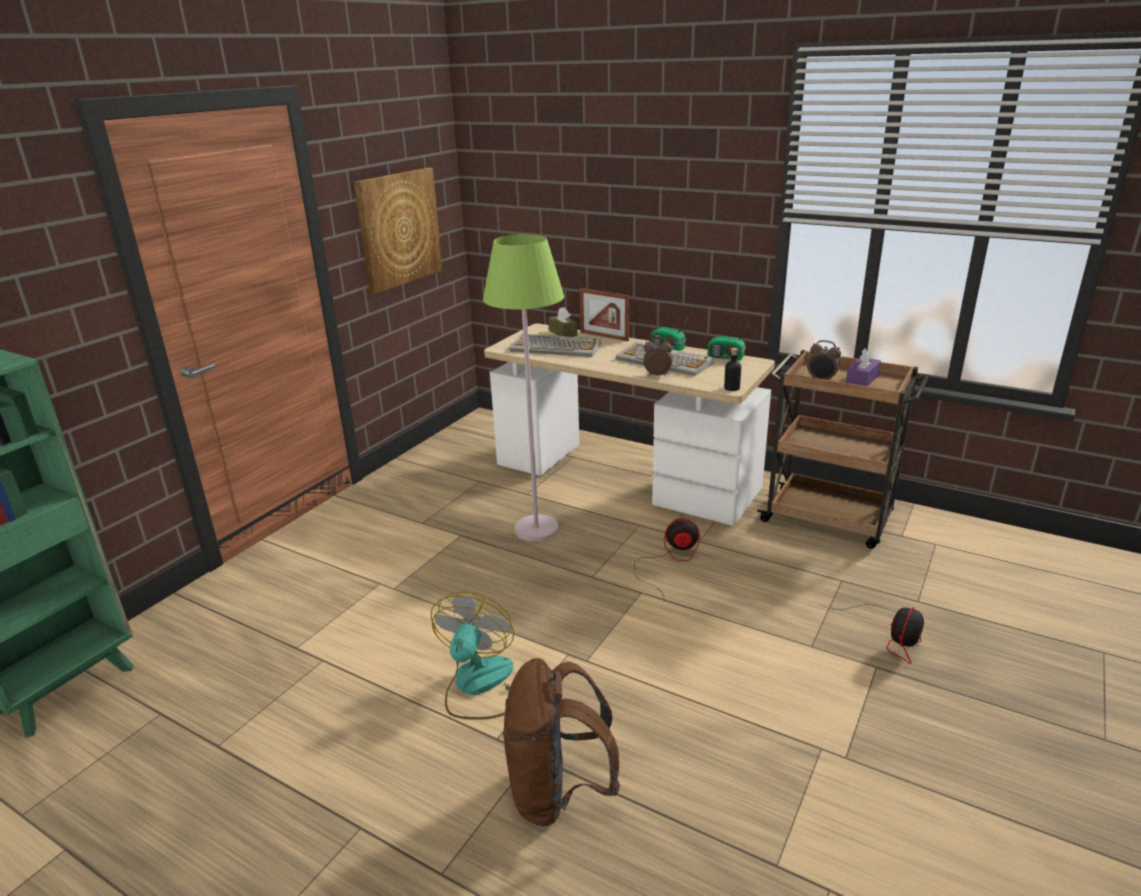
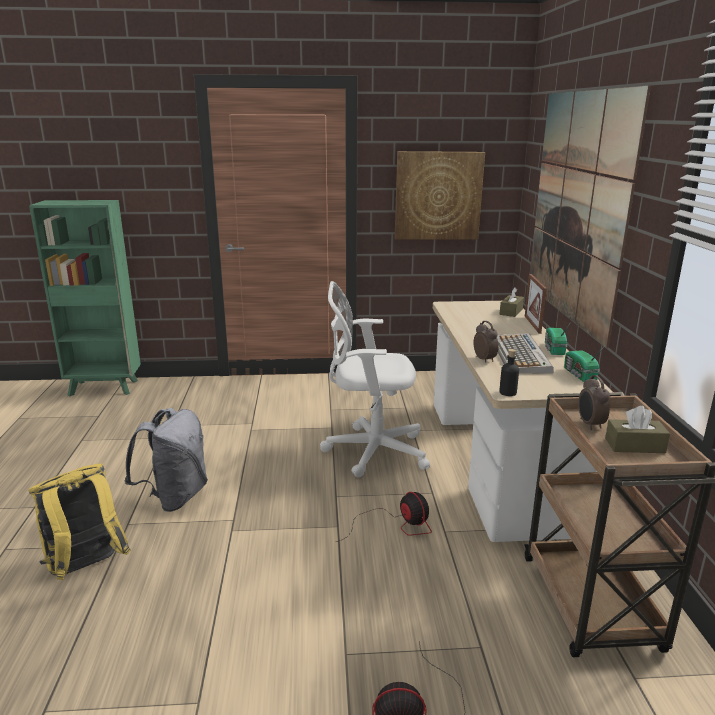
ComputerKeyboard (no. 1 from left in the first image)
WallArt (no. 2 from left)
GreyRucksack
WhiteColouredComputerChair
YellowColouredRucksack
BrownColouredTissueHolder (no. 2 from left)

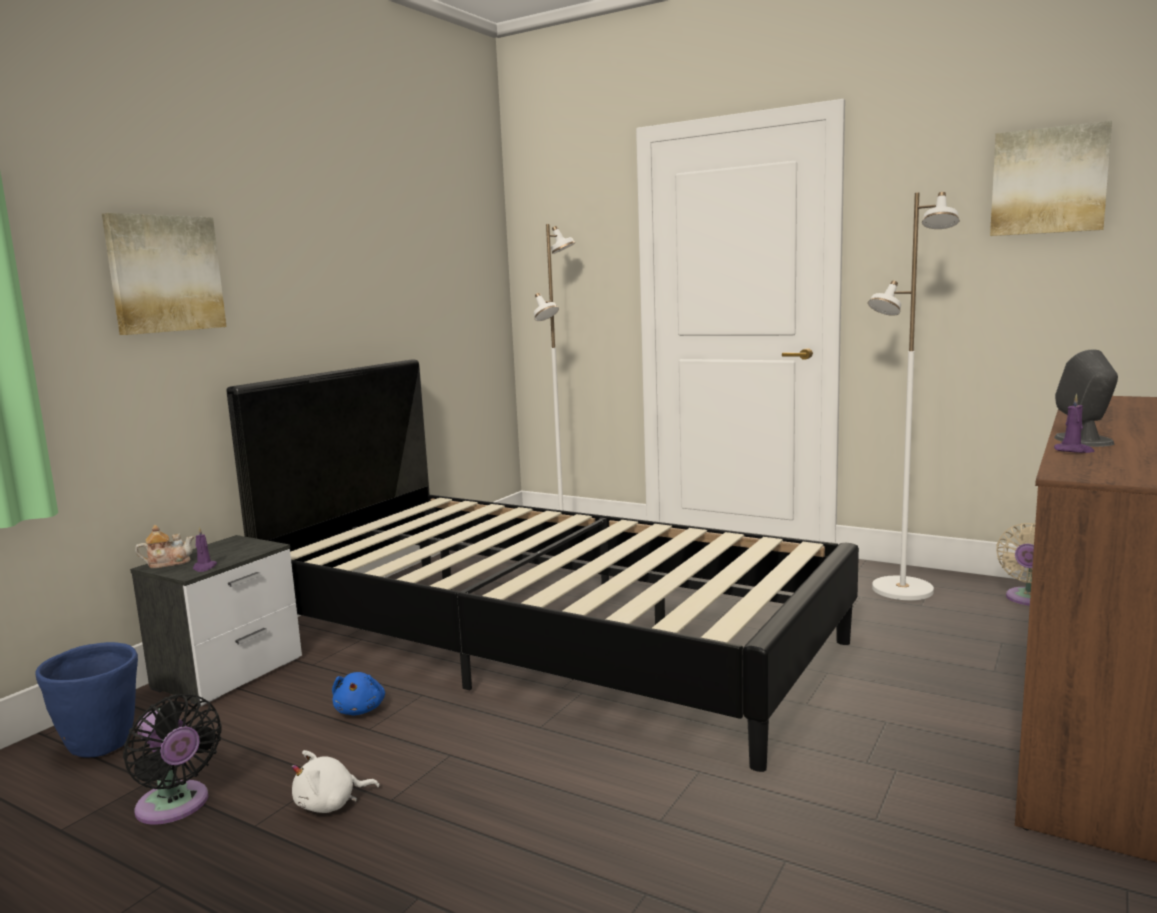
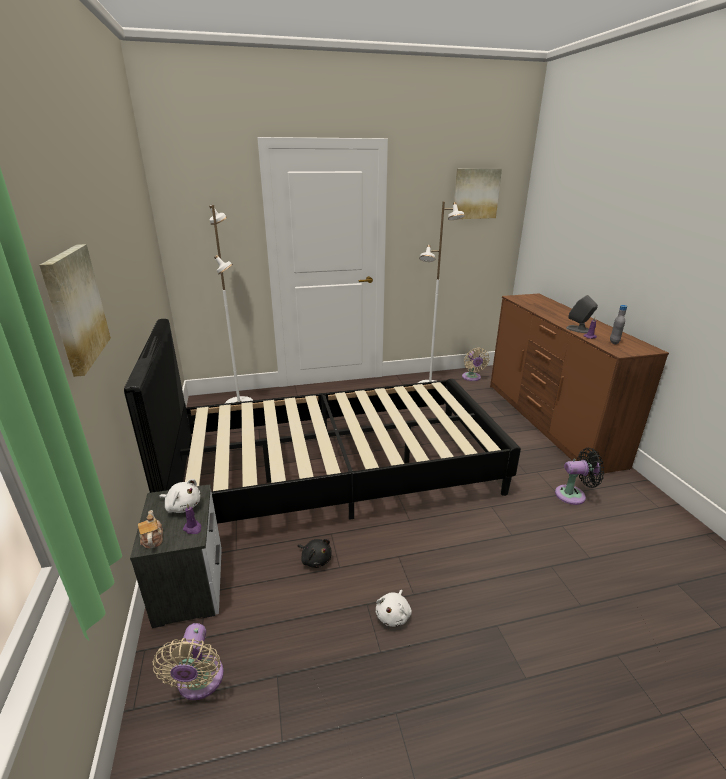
WhiteColouredPlushToy (no. 1 from left)
GreyBottle
BlackCoolingFan
BeigeCoolingFan (no. 1 from left)
BlackPlushToy
TeaPot

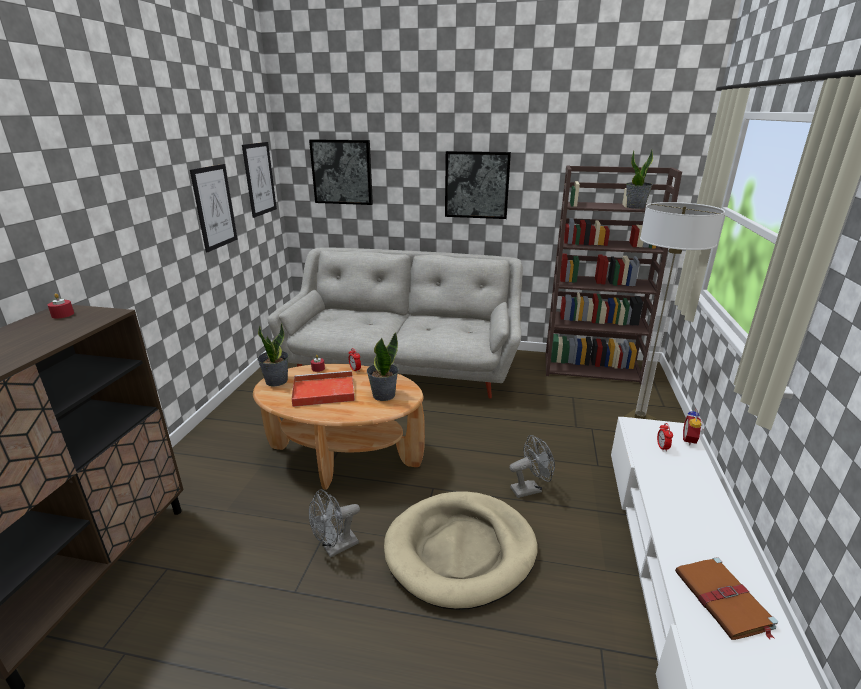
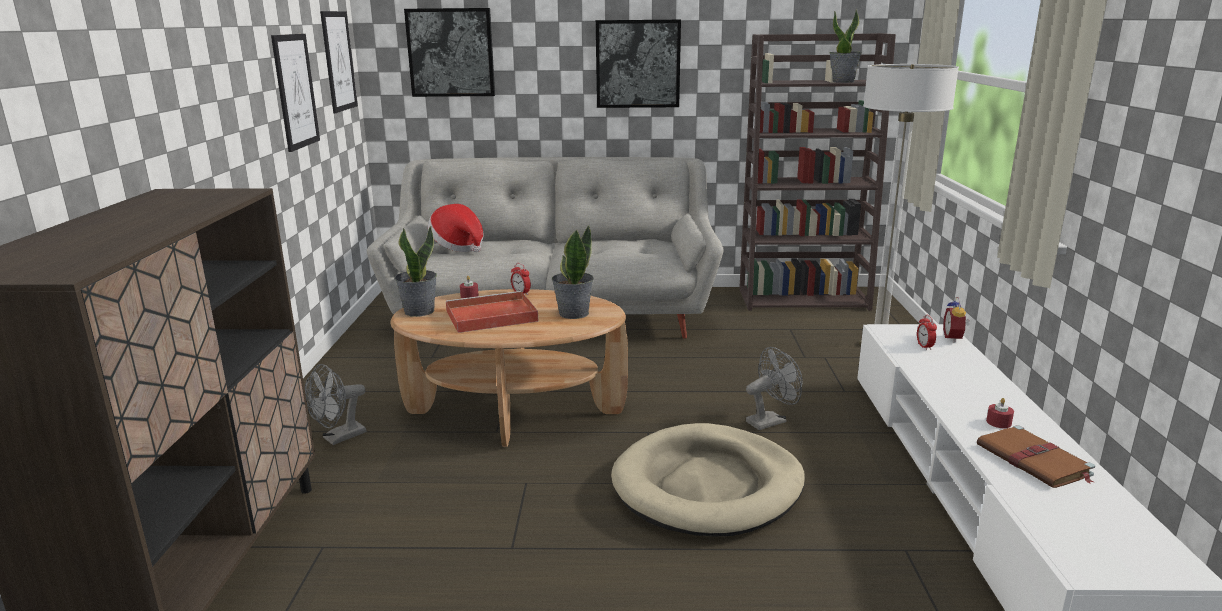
Hat
ReddishWaxCandle (no. 2 from left)
GreyCoolingFan (no. 1 from left)

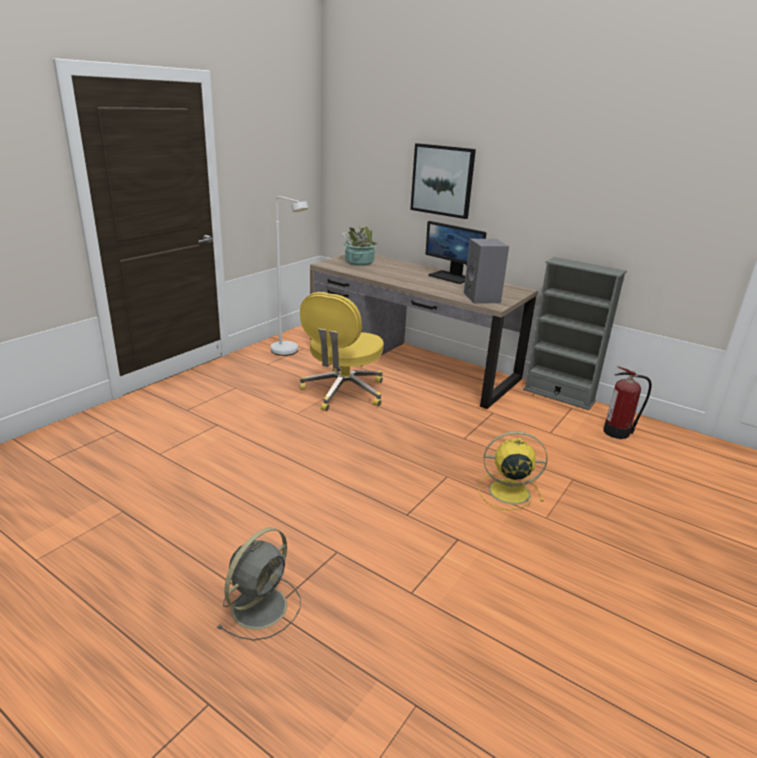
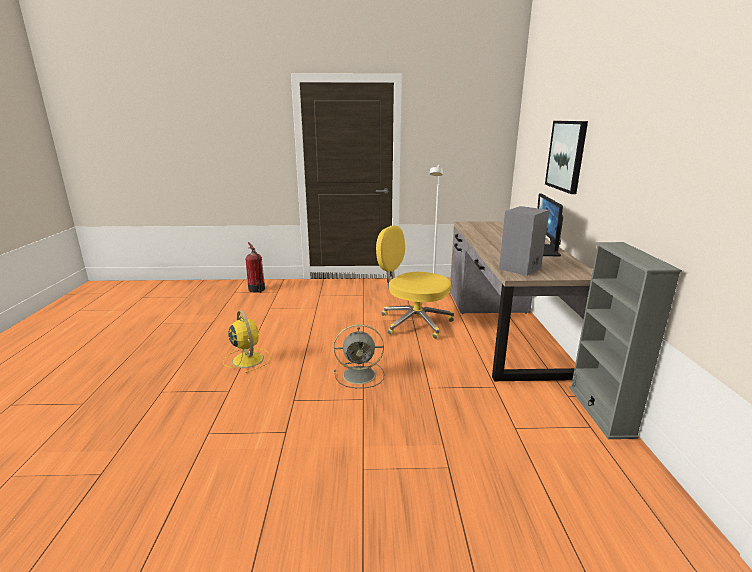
PottedPlant
GreyCoolingFan
YellowColouredCoolingFan
FireFightingCylinder
YellowColouredComputerChair

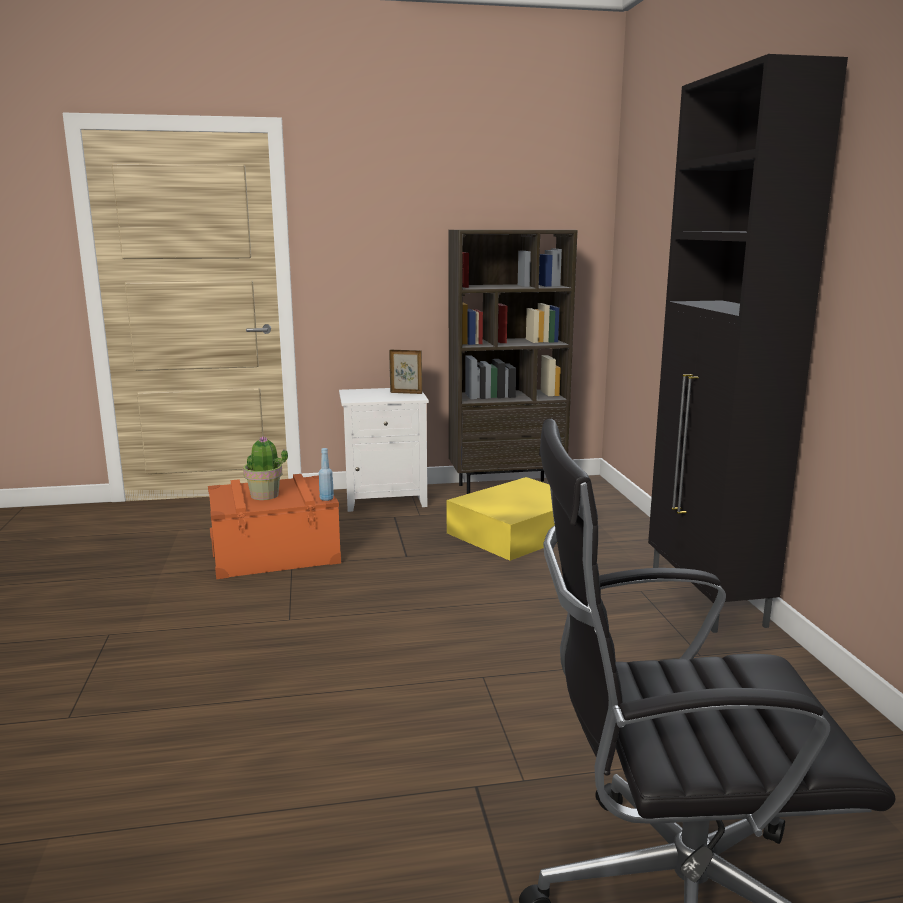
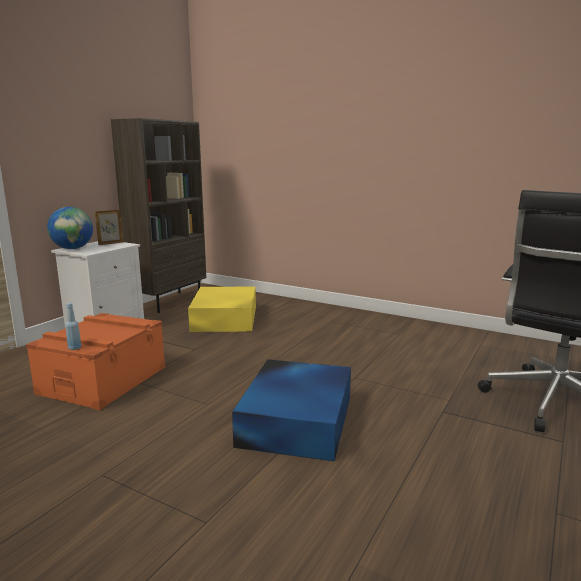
PottedPlant
BlackCabinet
Globe
BlueStorageBin
BlueBottle

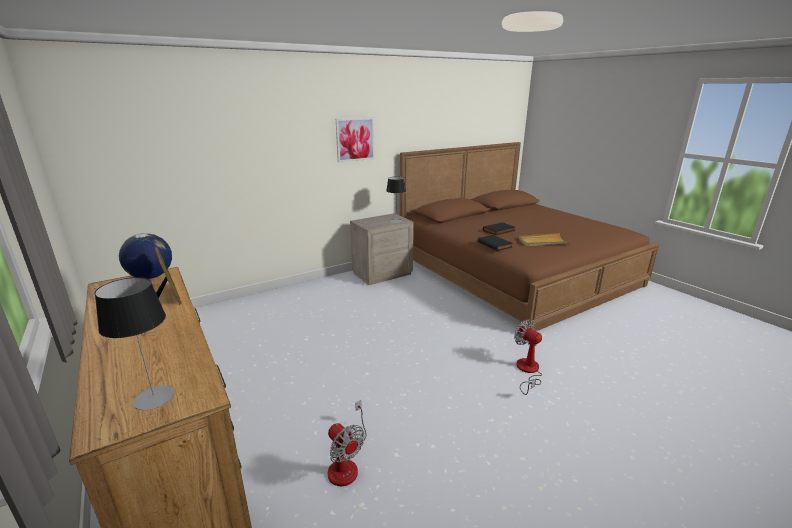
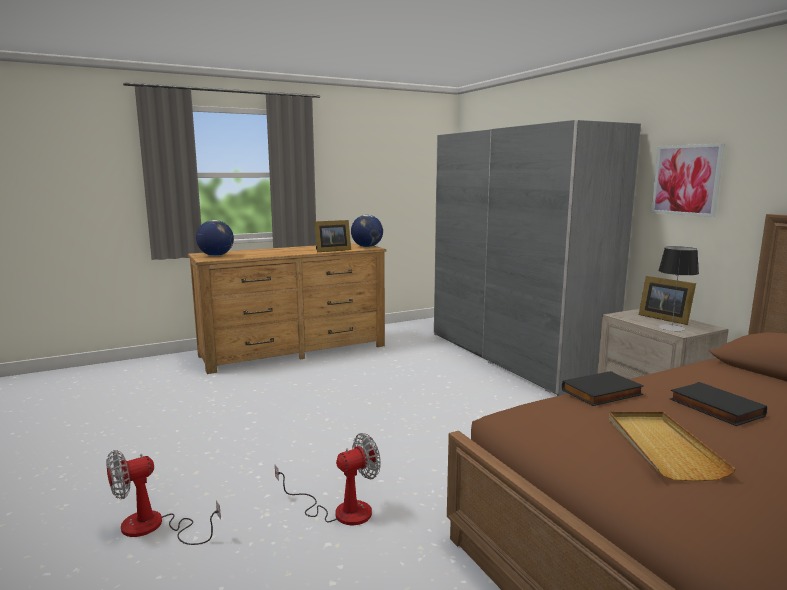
GreyArmoire
PictureFrame (no. 2 from left)
CoolingFan (no. 1 from left)
Globe (no. 1 from left)

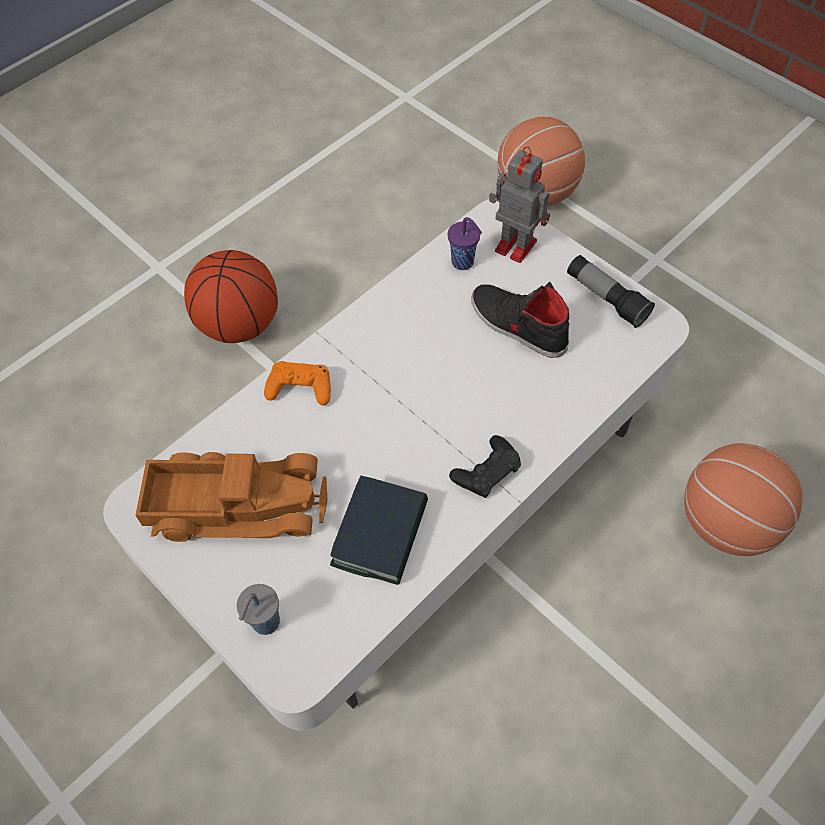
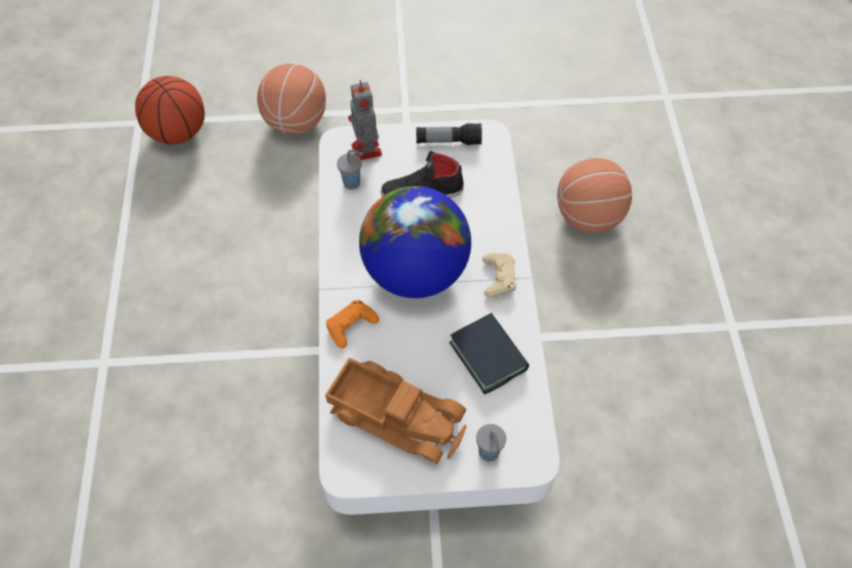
Globe
Basketball (no. 1 from left)
GreyCup (no. 1 from left)
BeigeGamepad
ToyLorry
RobotFigure

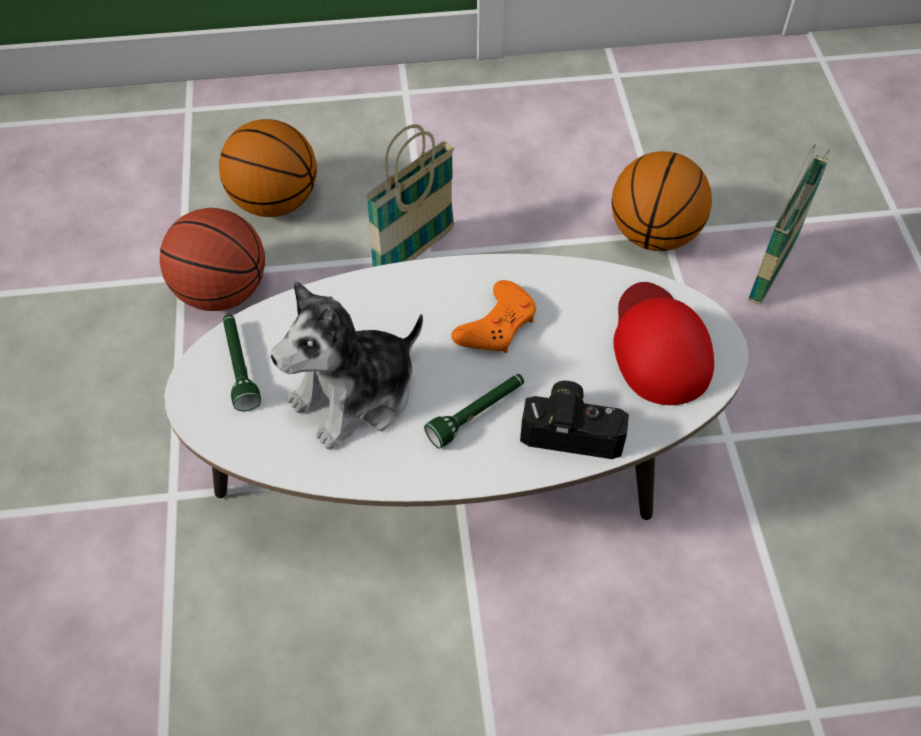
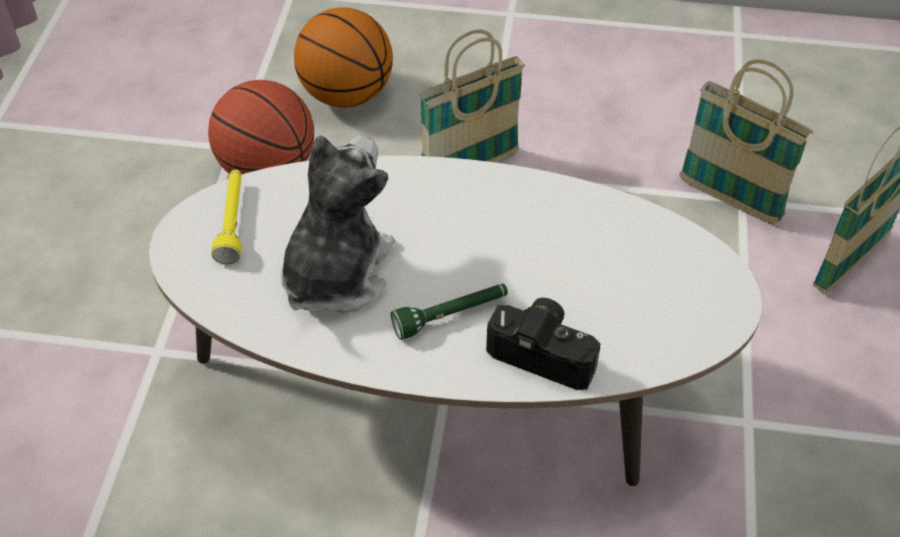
OrangeColouredGamepad
ReddishPeakedCap
HouseholdBasket (no. 2 from left)
YellowColouredFlashlight
PlushToy

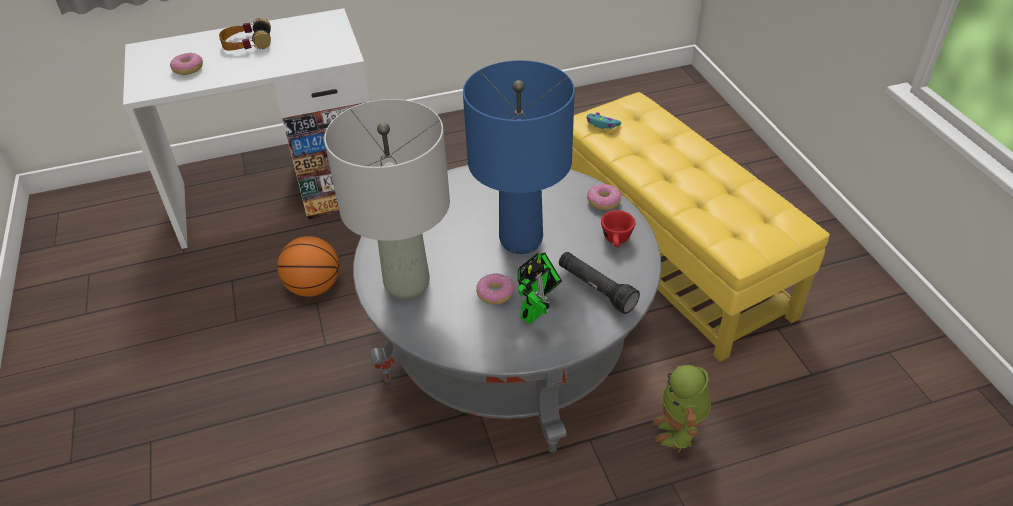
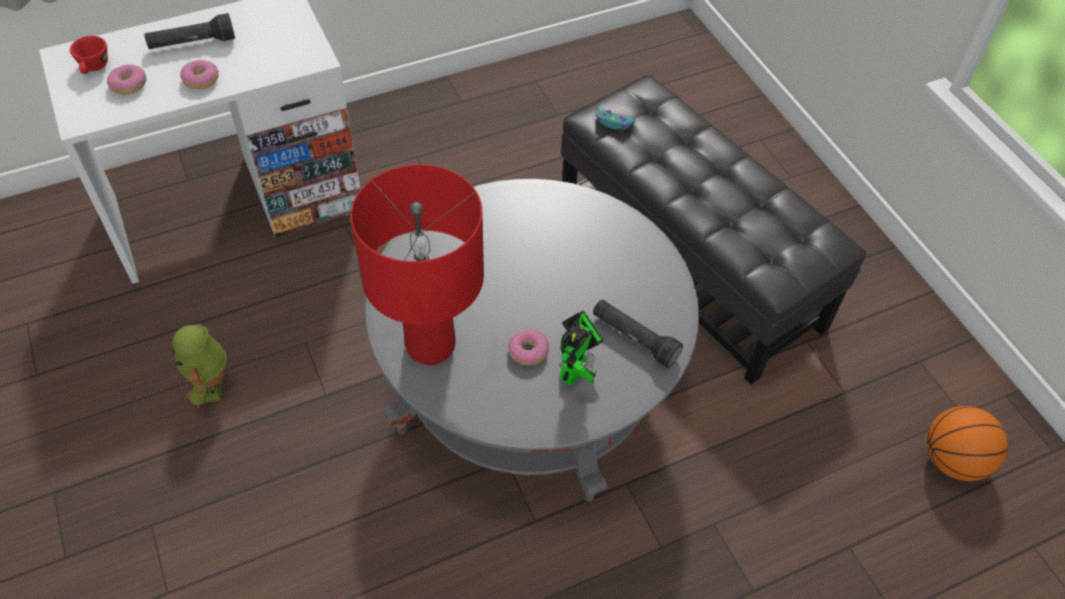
BlueLampForATable
Basketball
Donut (no. 2 from left)
ReddishCup
RobotFigure (no. 1 from left)
BlackFlashlight (no. 1 from left)
ReddishLampForATable
BlackOttoman

